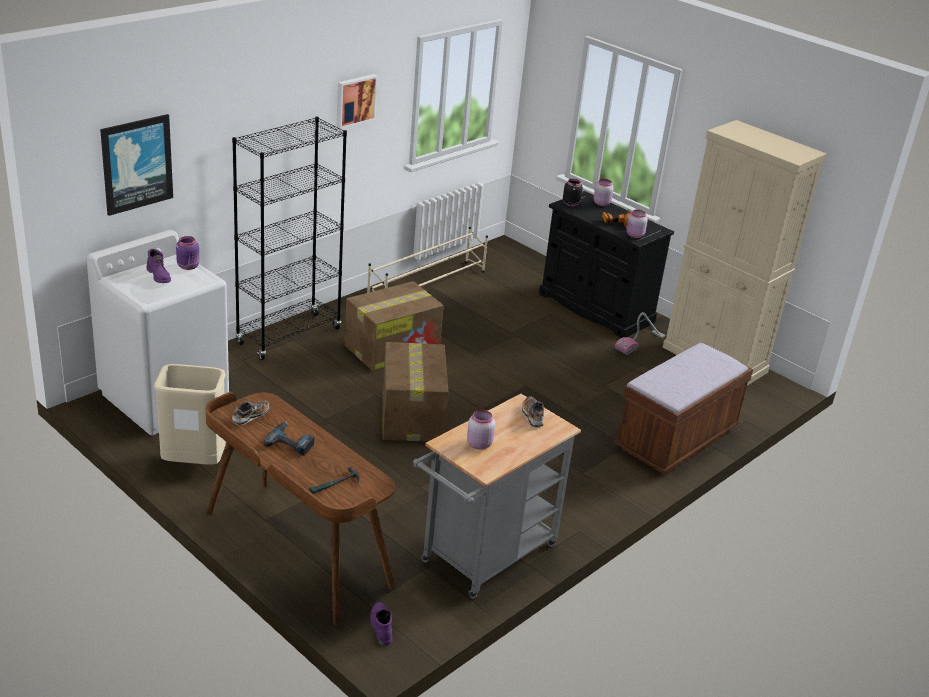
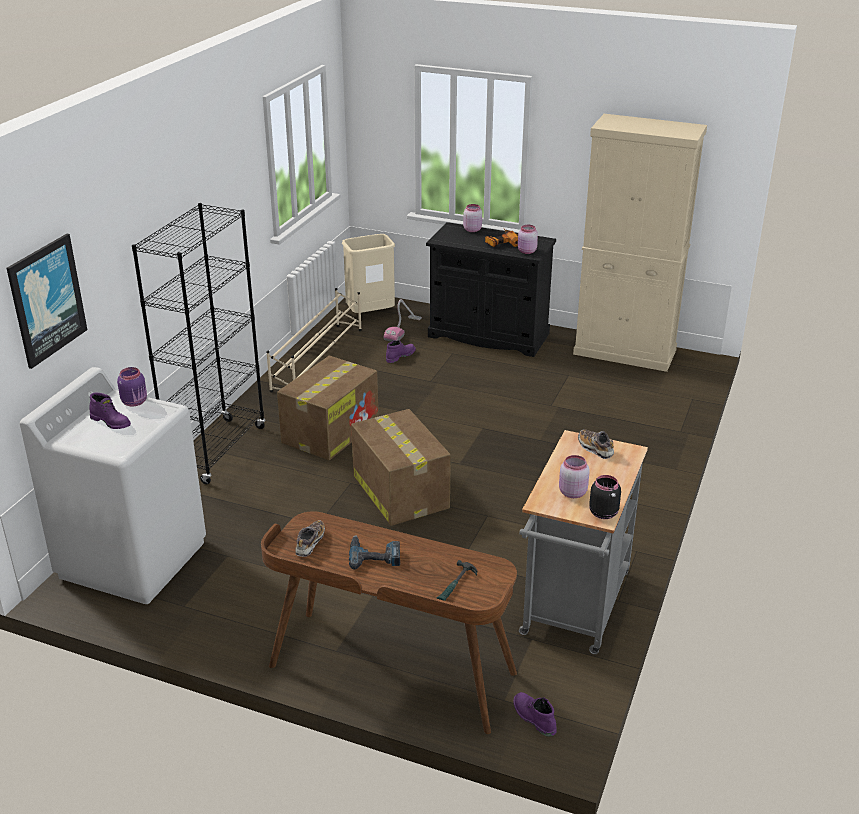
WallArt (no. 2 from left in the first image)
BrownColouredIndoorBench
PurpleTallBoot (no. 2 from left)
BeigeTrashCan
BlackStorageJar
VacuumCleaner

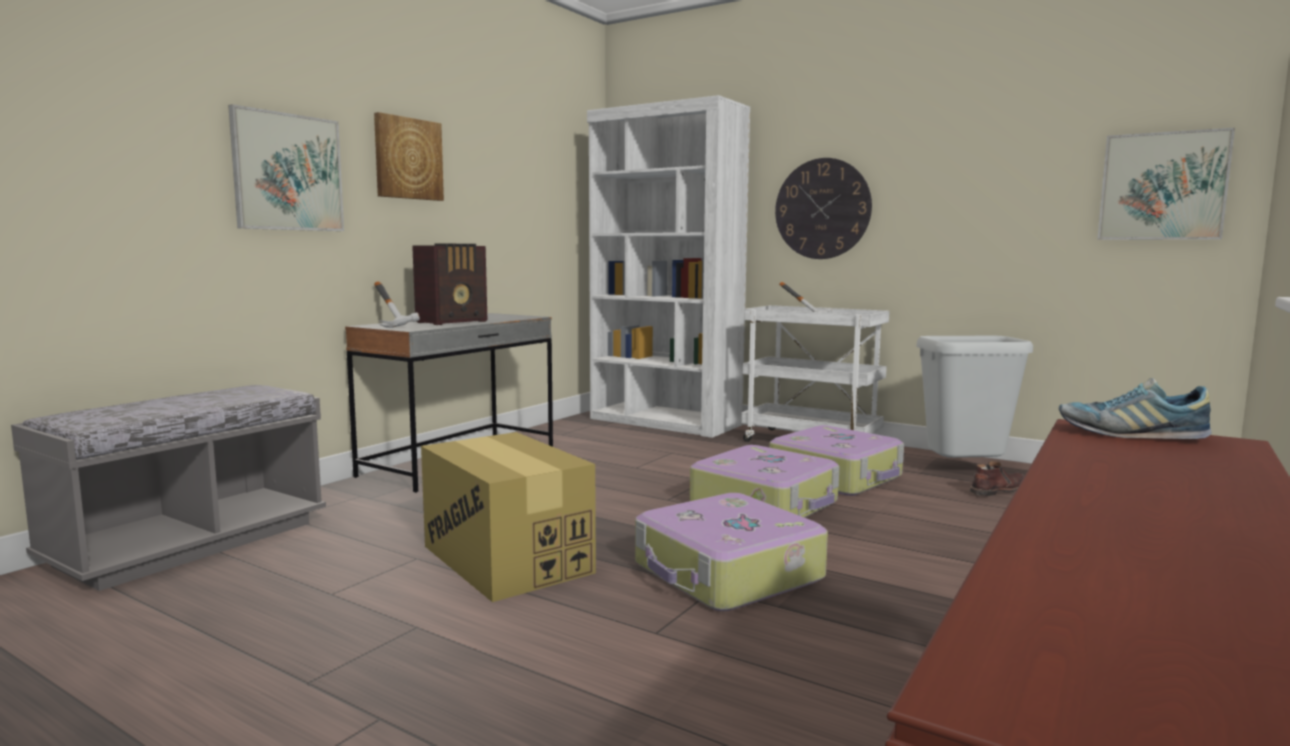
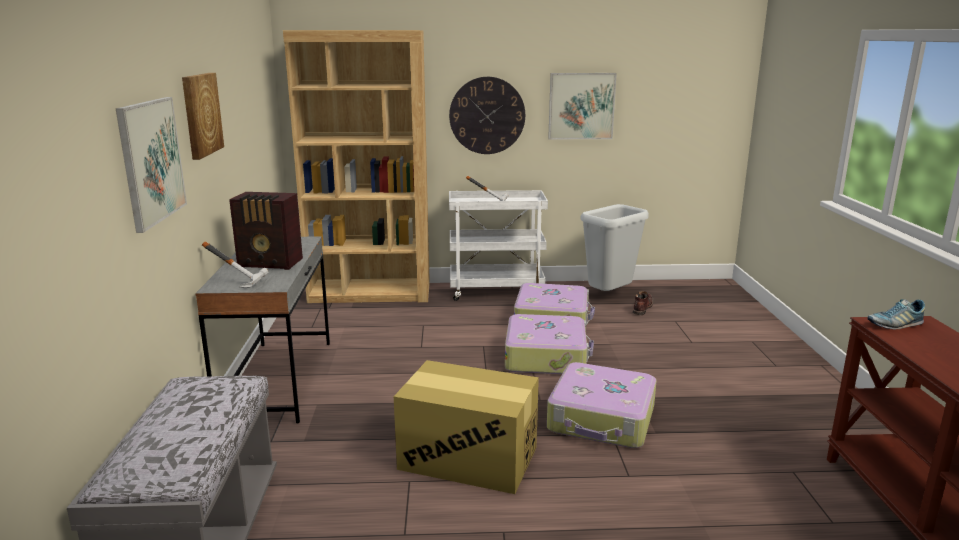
WallArt (no. 3 from left)
BrownColouredShelvingUnit
RadioSet

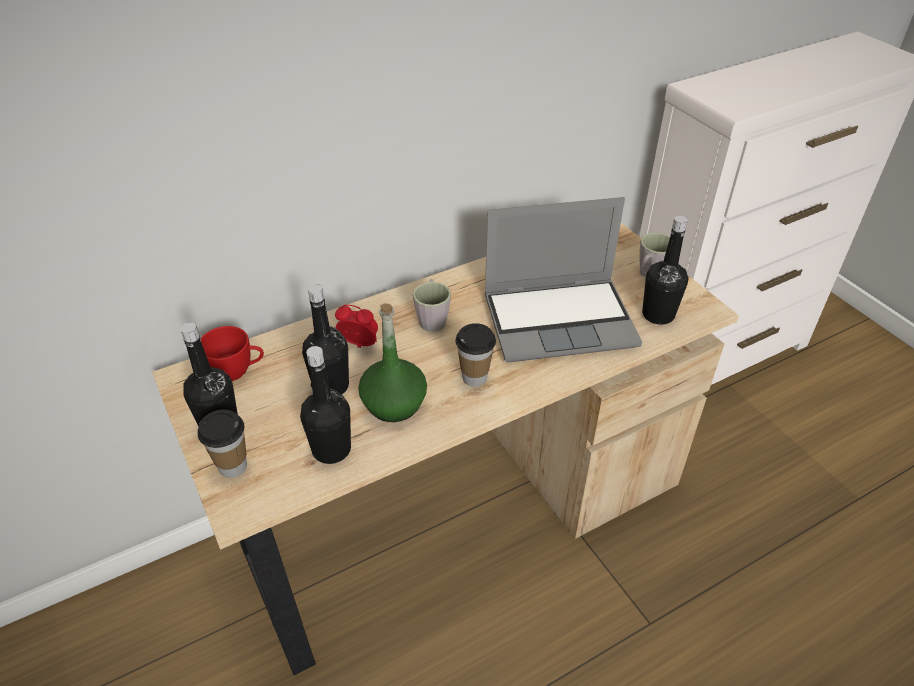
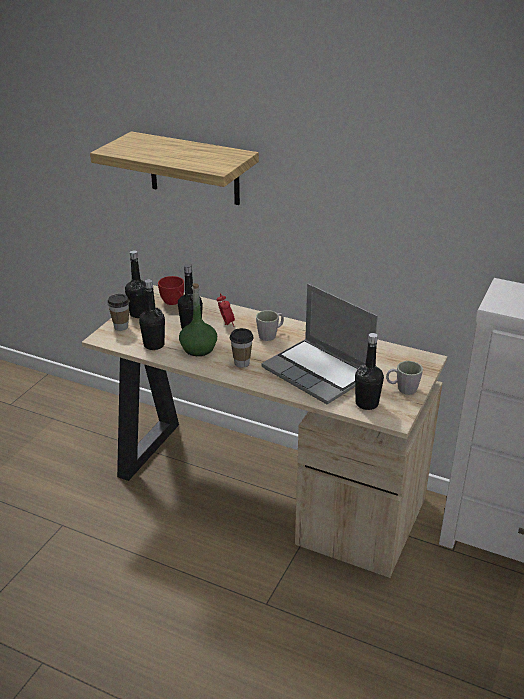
Shelf

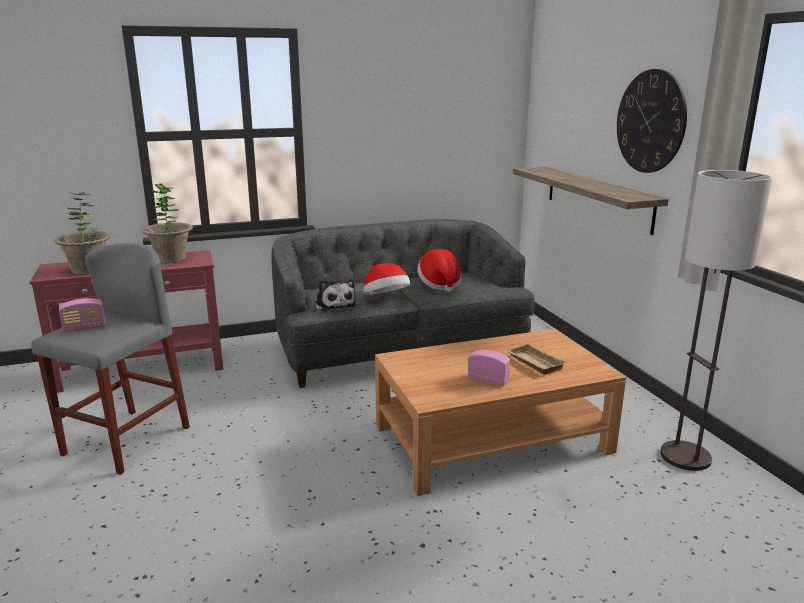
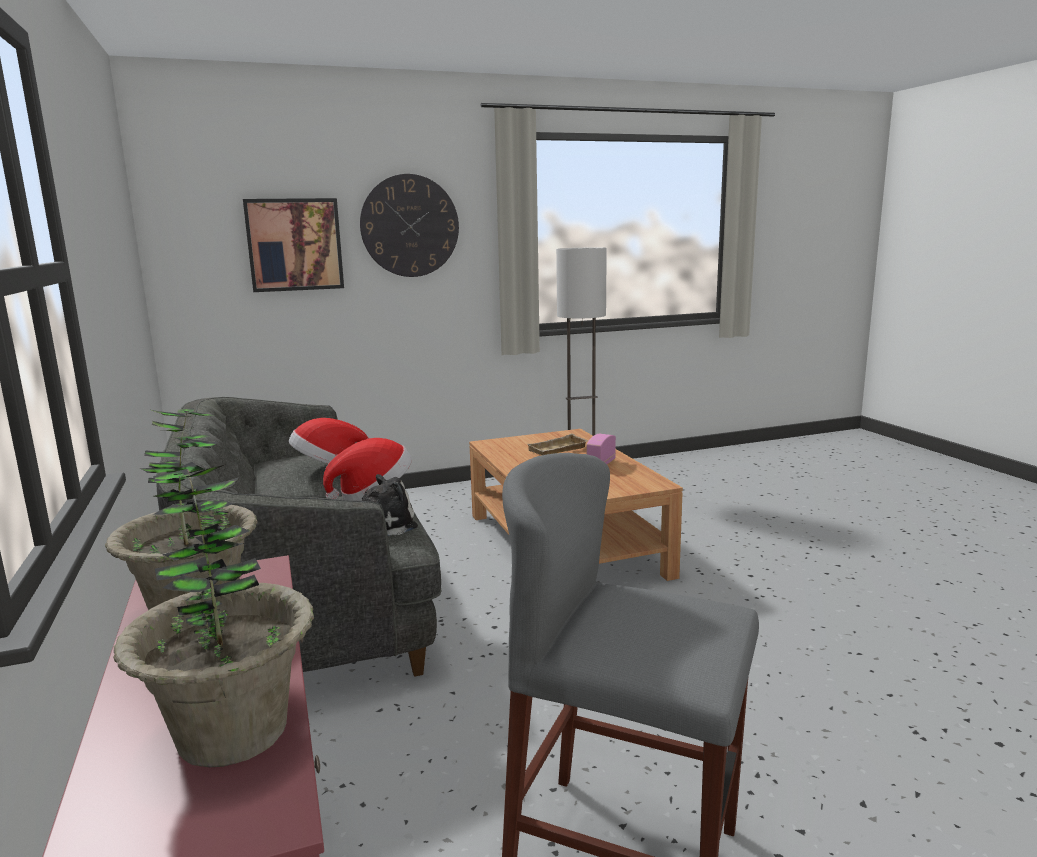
RadioSet (no. 1 from left in the first image)
Shelf
WallArt

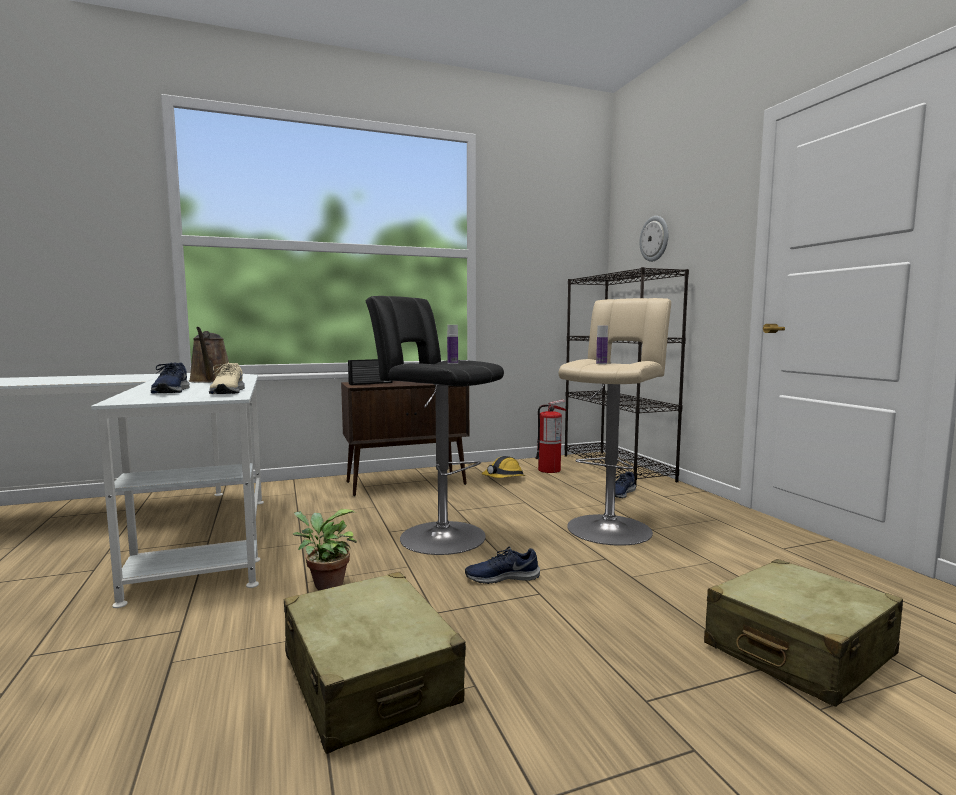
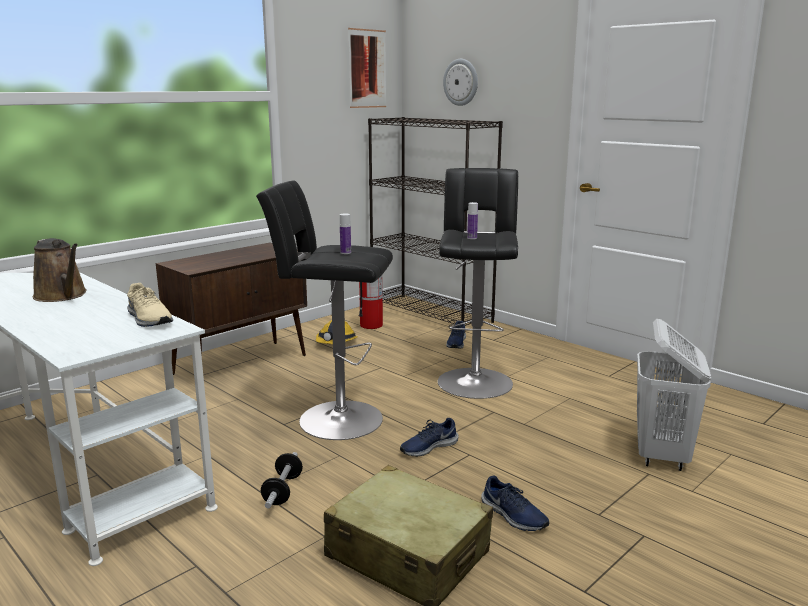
RadioSet
WallArt
BlueItemOfFootwear (no. 3 from left)
Dumbbell
WhiteColouredLaundryBasket
BlackStool (no. 2 from left)

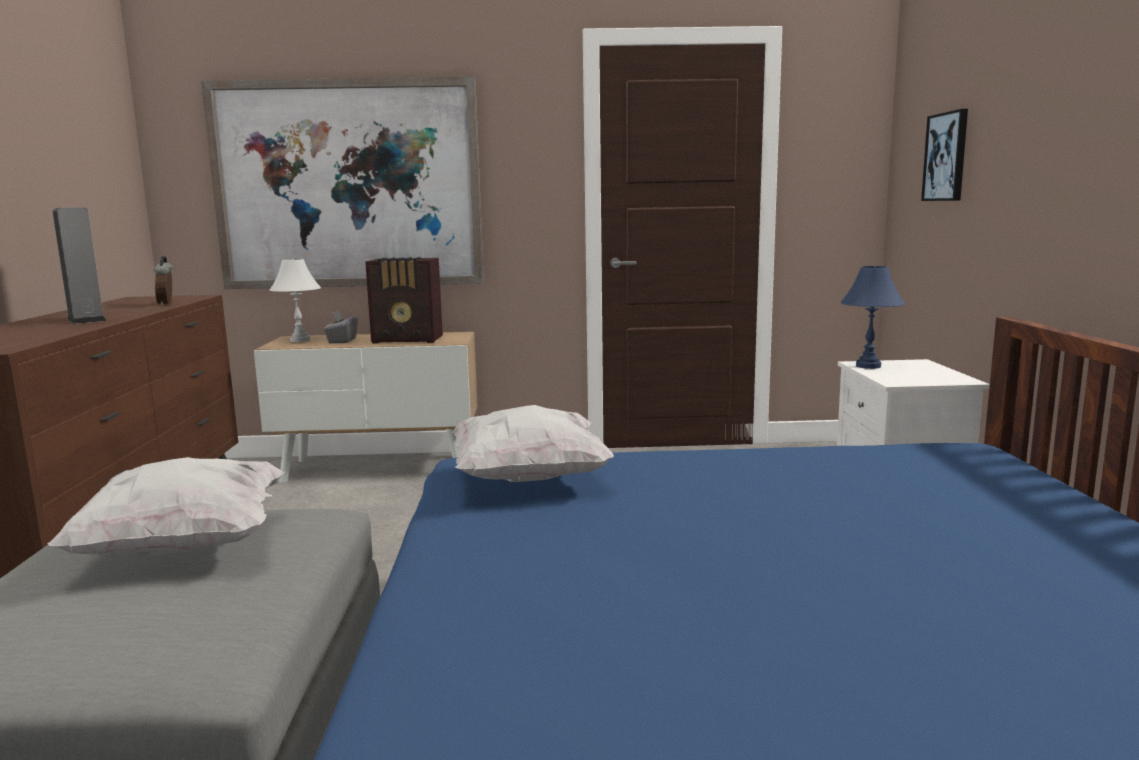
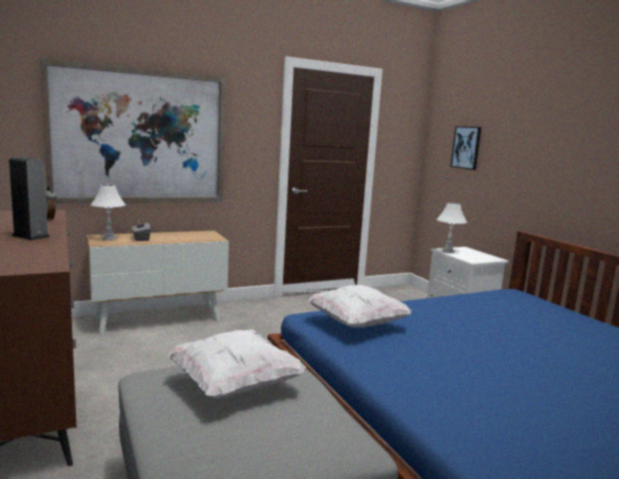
RadioSet
WhiteColouredLampForATable (no. 2 from left)

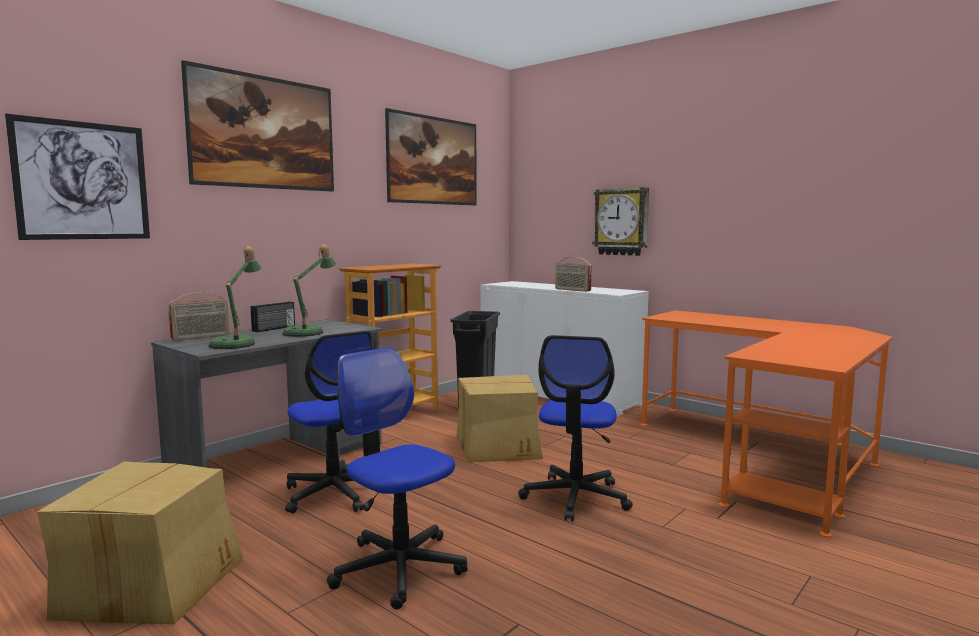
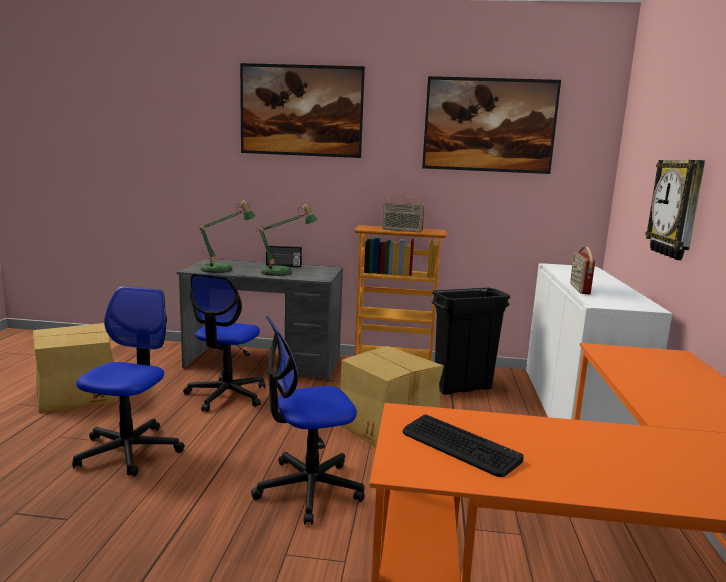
WallArt (no. 1 from left in the first image)
ComputerKeyboard
RadioSet (no. 2 from left)

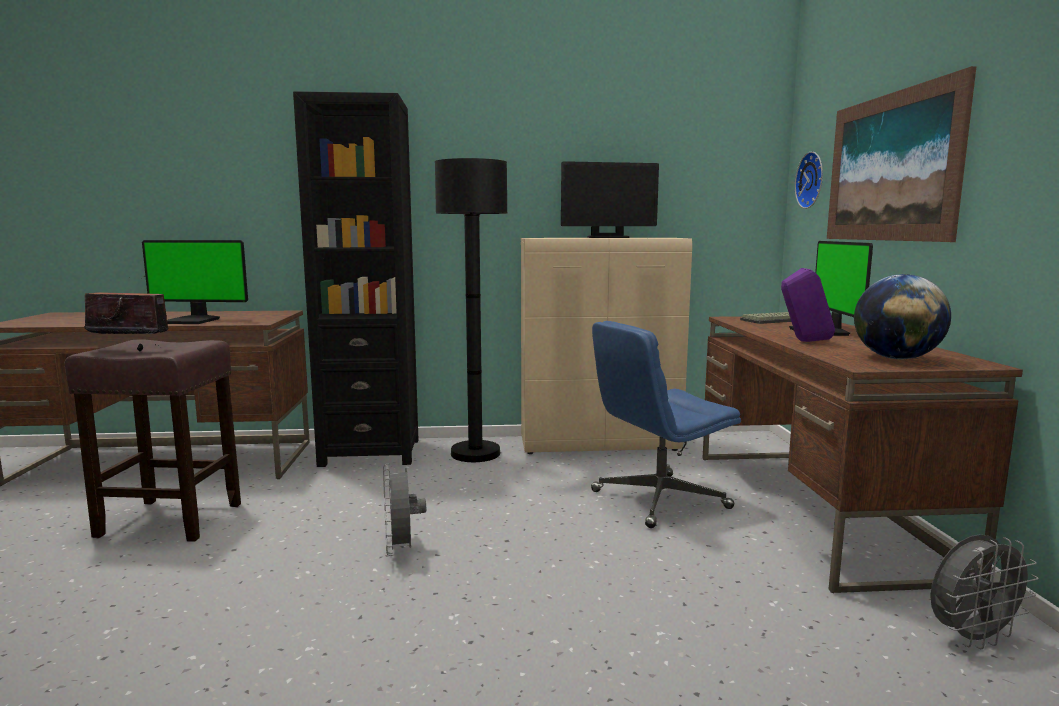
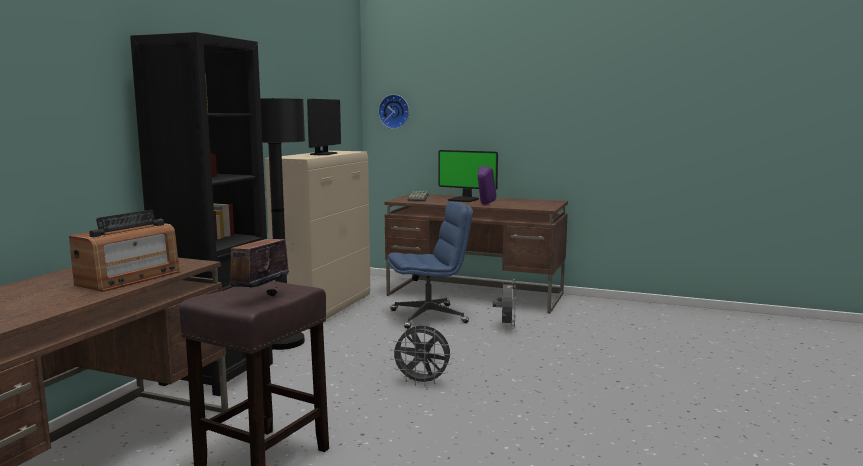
WallArt
Globe
GreyCoolingFan (no. 2 from left)
RadioSet (no. 1 from left)
BlueComputerChair

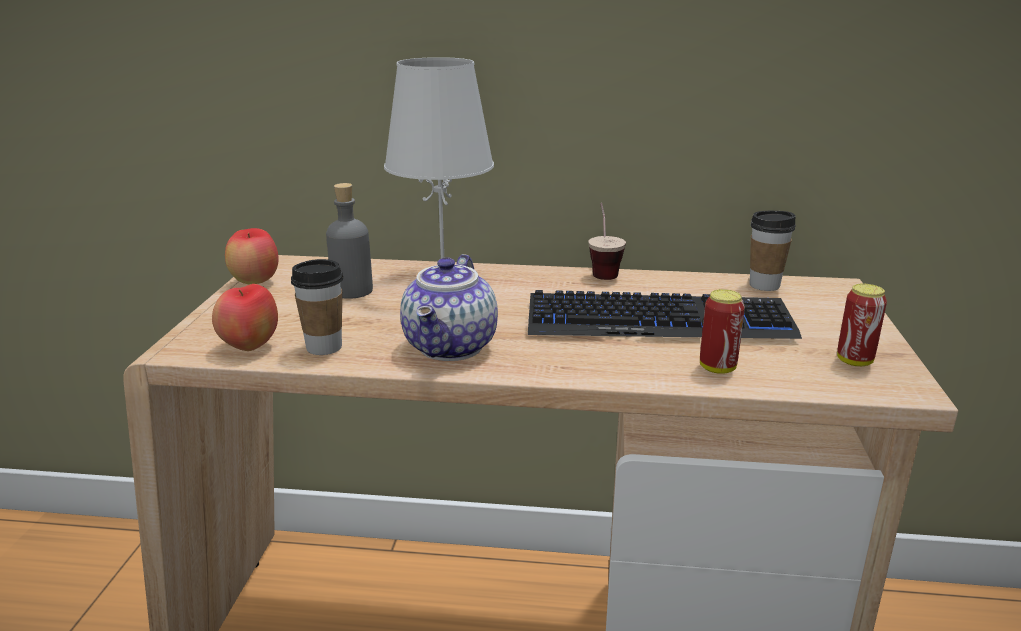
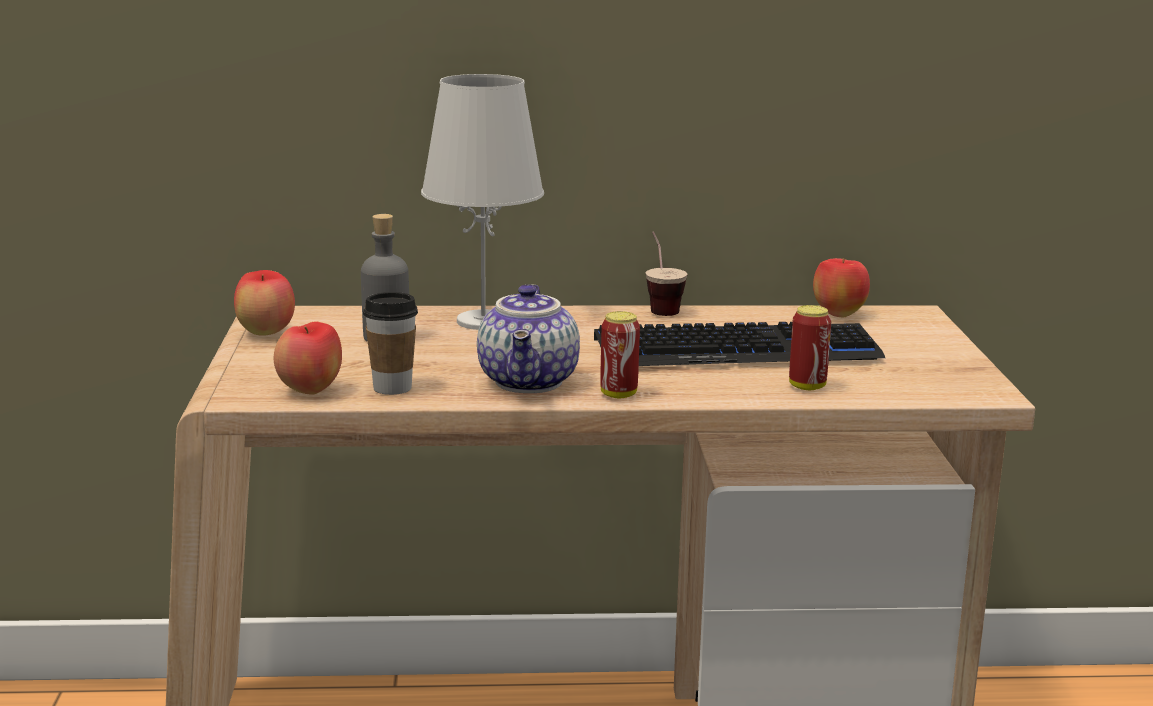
SealedCan (no. 1 from left)
WholeApple (no. 3 from left)

